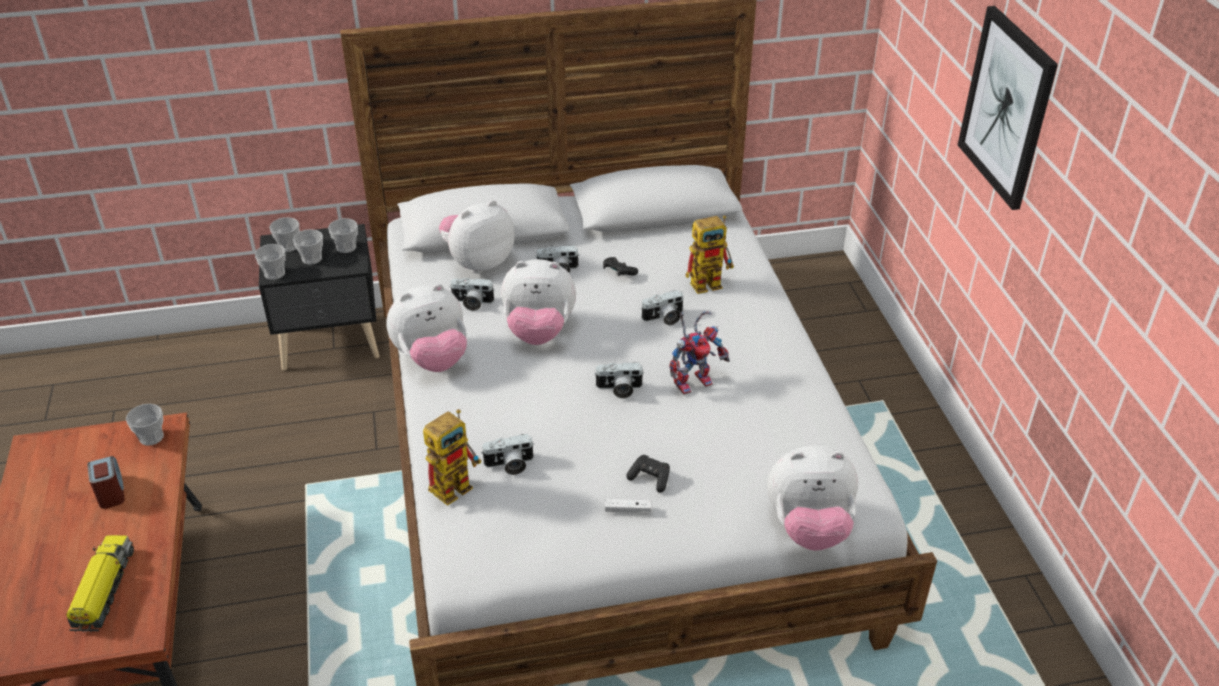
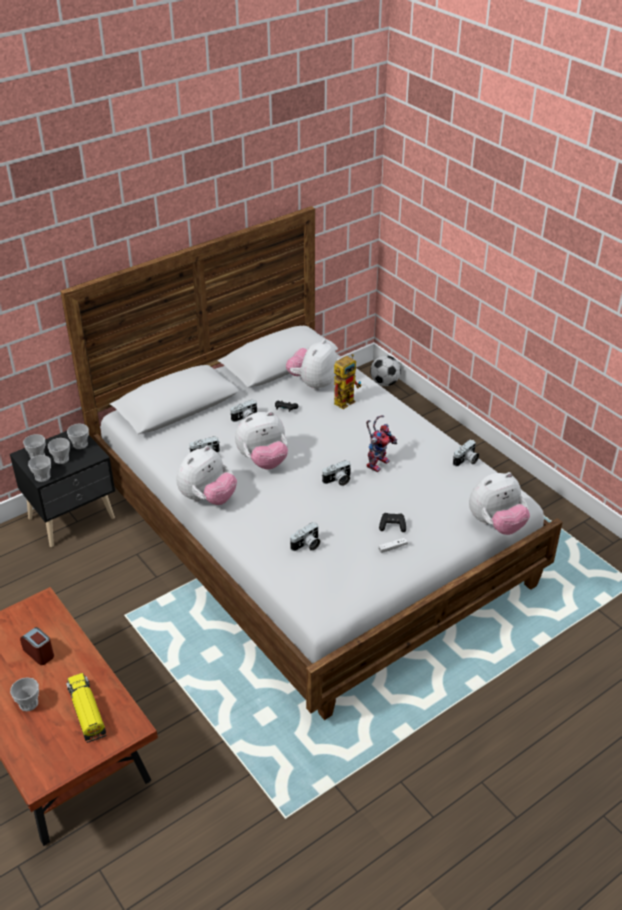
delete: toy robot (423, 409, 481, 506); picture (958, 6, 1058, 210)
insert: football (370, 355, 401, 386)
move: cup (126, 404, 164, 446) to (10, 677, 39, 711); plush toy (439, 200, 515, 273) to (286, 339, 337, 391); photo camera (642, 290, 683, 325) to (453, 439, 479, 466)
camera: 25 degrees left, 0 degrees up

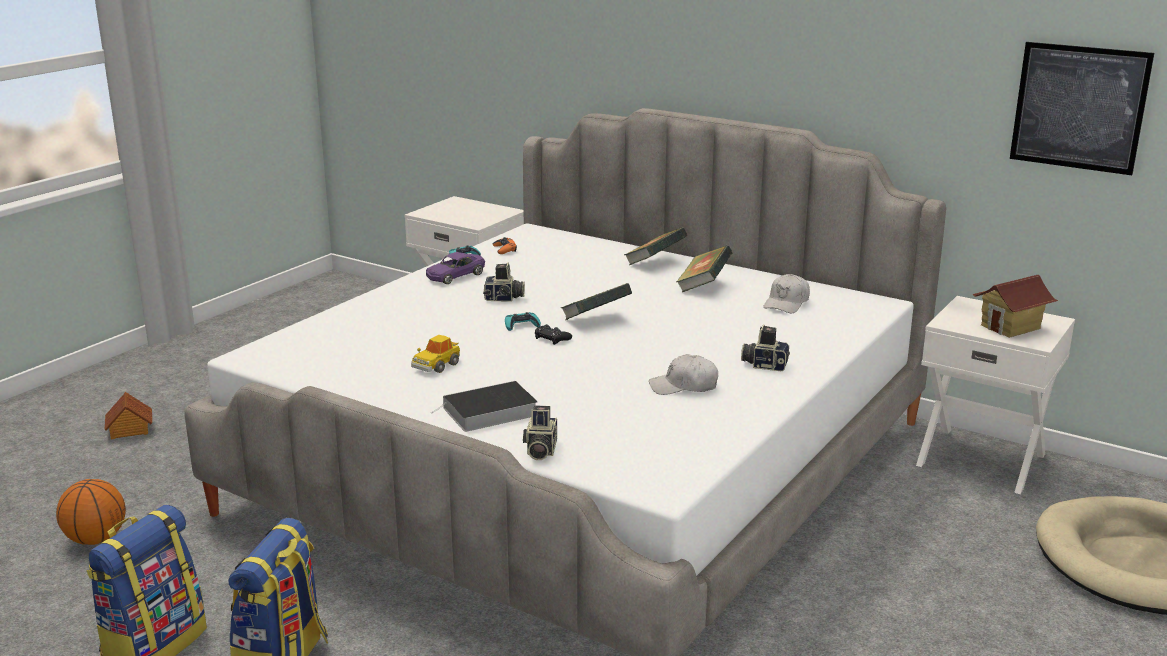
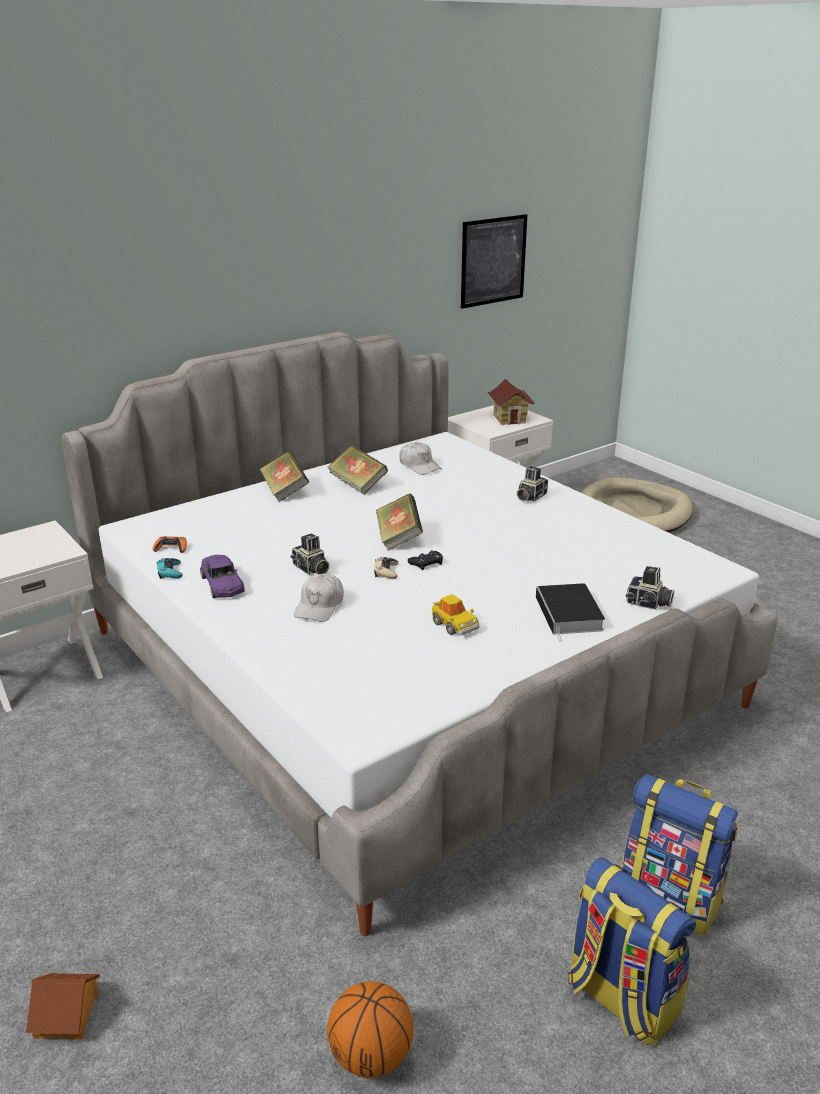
move: white cap (649, 354, 718, 395) to (294, 574, 344, 622)
recolor: turquoise game controller (505, 312, 541, 331) to beige game controller (374, 557, 398, 579)
rotate: photo camera (483, 262, 525, 301) = (291, 534, 330, 575) 120 degrees clockwise
camera: 70 degrees left, 5 degrees up

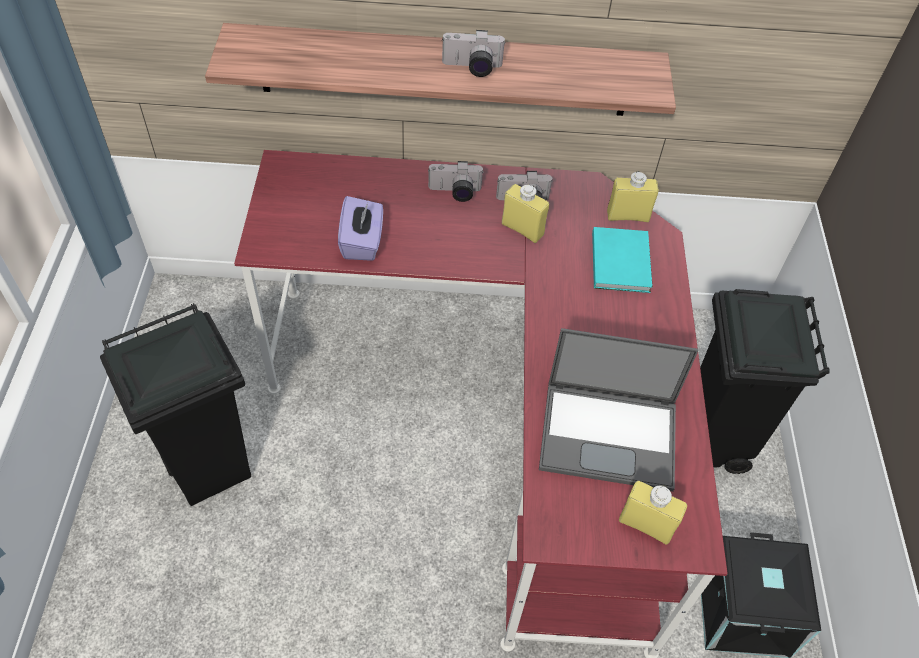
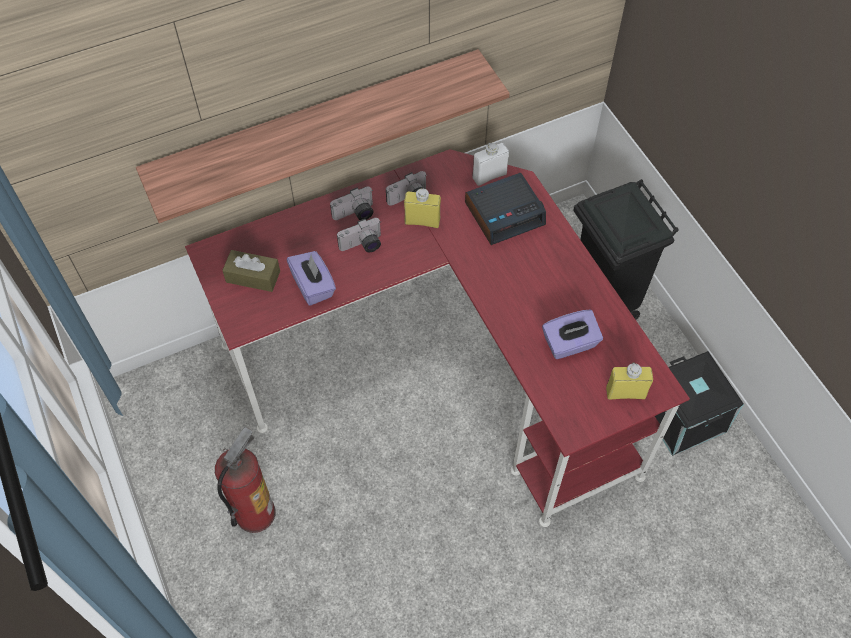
insert: brown tissue box (222, 250, 280, 292)
move: photo camera (442, 30, 506, 77) to (337, 218, 381, 252)
replace: black trash can (100, 303, 251, 506) to fire extinguisher (215, 427, 276, 533); laptop (539, 328, 699, 492) to purple tissue box (542, 310, 603, 359); turquoise book (592, 227, 653, 293) to alarm clock (465, 172, 546, 245)
recolor: yellow bottle (607, 171, 659, 222) to white bottle (472, 143, 509, 186)
camera: 25 degrees left, 5 degrees up

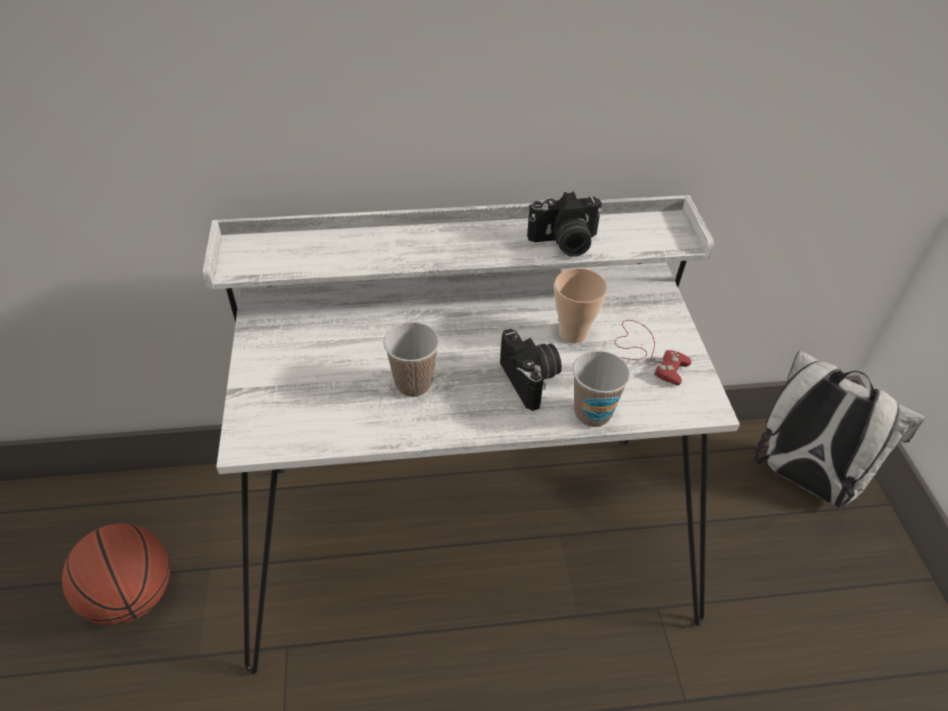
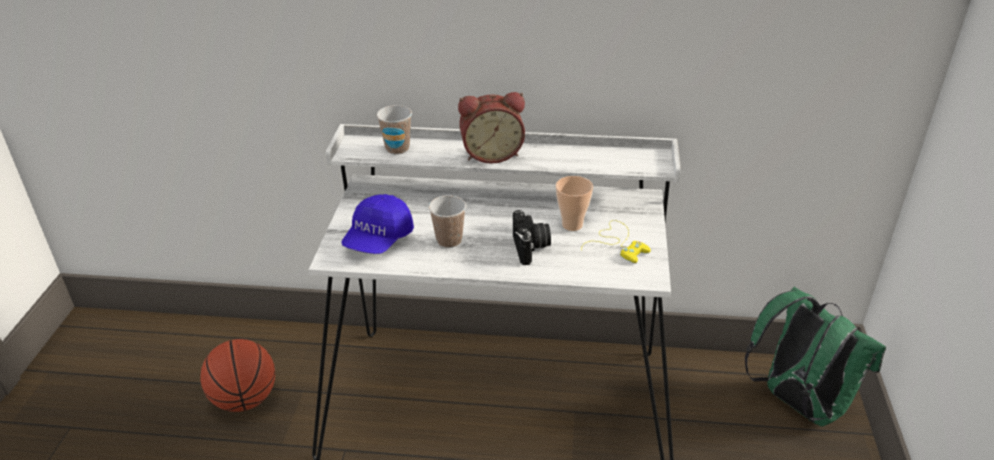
delete: photo camera (527, 191, 602, 257)
insert: blue cap (341, 194, 414, 254); alarm clock (458, 92, 525, 164)
move: cup (573, 351, 630, 427) to (377, 105, 412, 155)
recolor: red game controller (615, 320, 692, 386) to yellow game controller (581, 220, 651, 264); white backpack (754, 350, 926, 508) to green backpack (745, 287, 886, 426)
camera: 15 degrees right, 10 degrees down

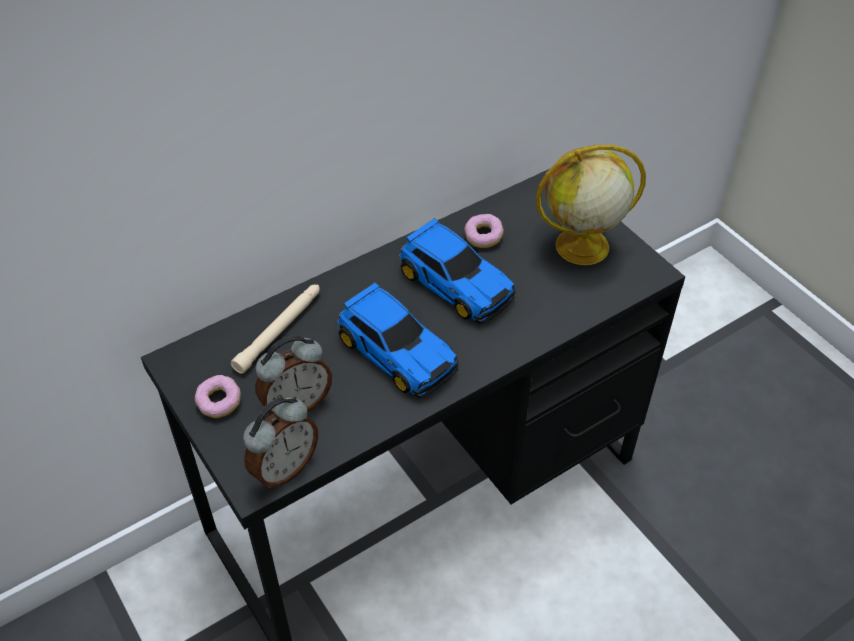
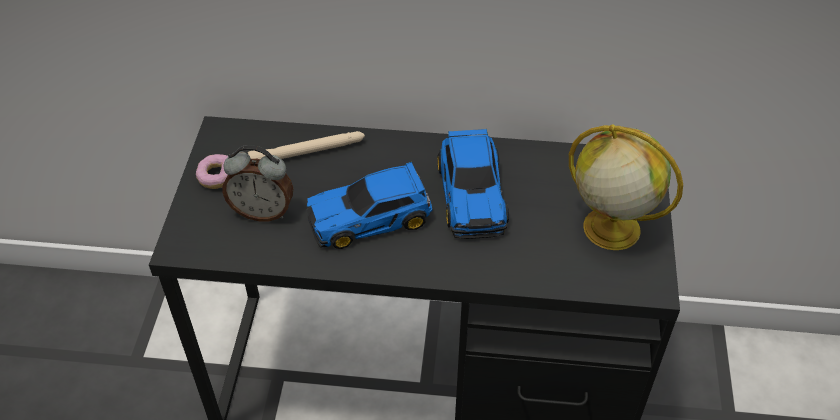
delete: alarm clock (243, 397, 318, 488); donut (464, 214, 504, 248)
rotate: toy car (338, 282, 459, 398) = (307, 162, 433, 249) 75 degrees clockwise
camera: 40 degrees right, 0 degrees up

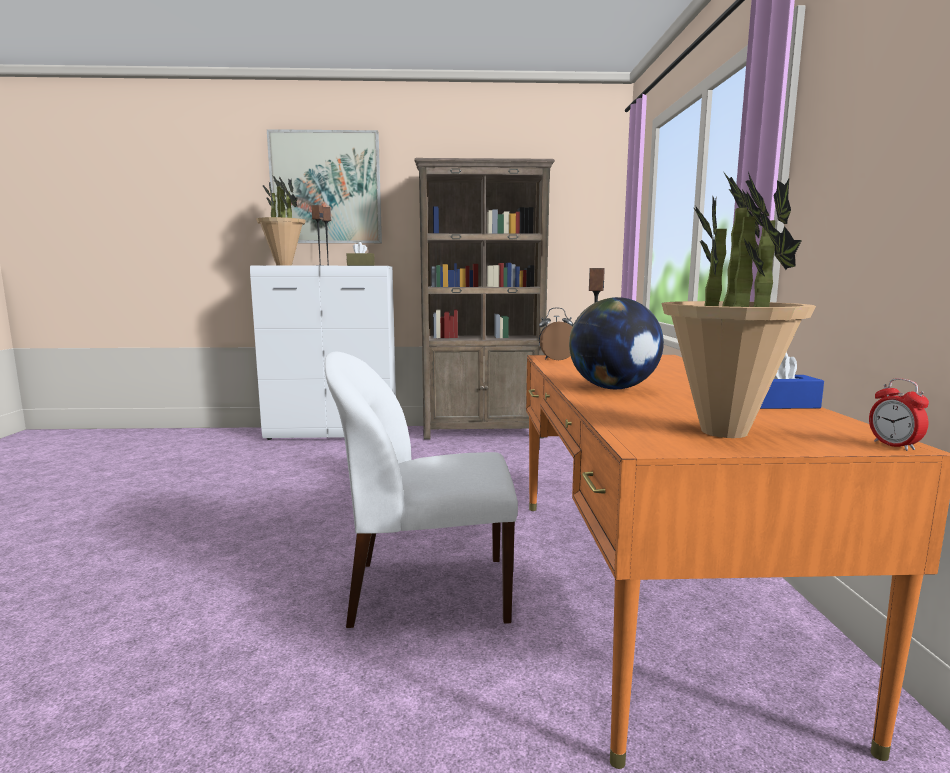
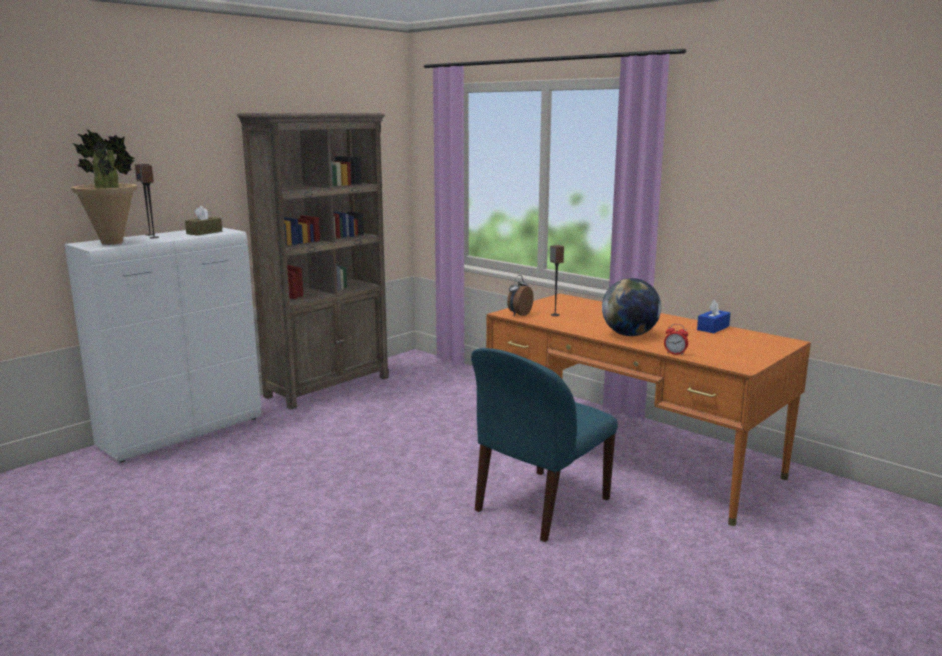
delete: picture (267, 129, 382, 243); potted plant (661, 172, 816, 438)
move: alarm clock (869, 378, 929, 451) to (664, 324, 688, 355)
recolor: white chair (325, 352, 518, 628) to blue chair (471, 348, 618, 542)
camera: 45 degrees left, 5 degrees up

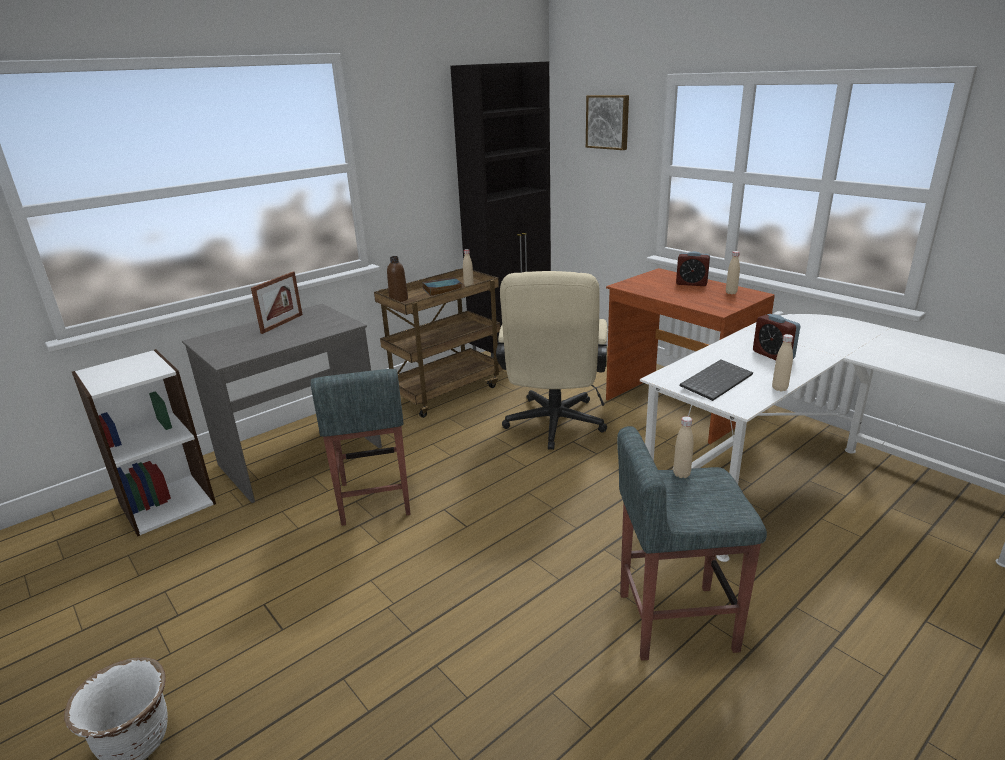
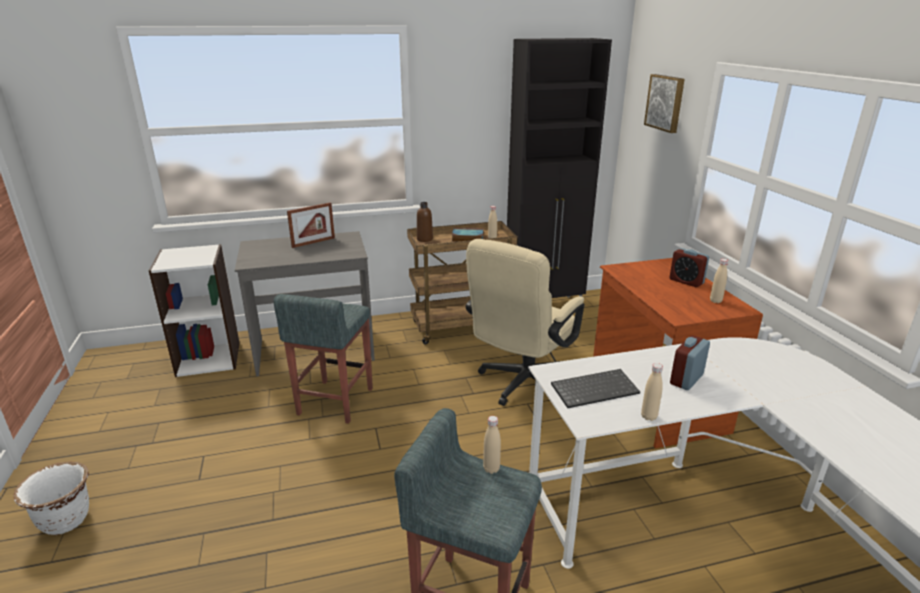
rotate: alarm clock (753, 314, 800, 360) = (670, 335, 710, 390) 45 degrees clockwise
camera: 25 degrees right, 0 degrees up

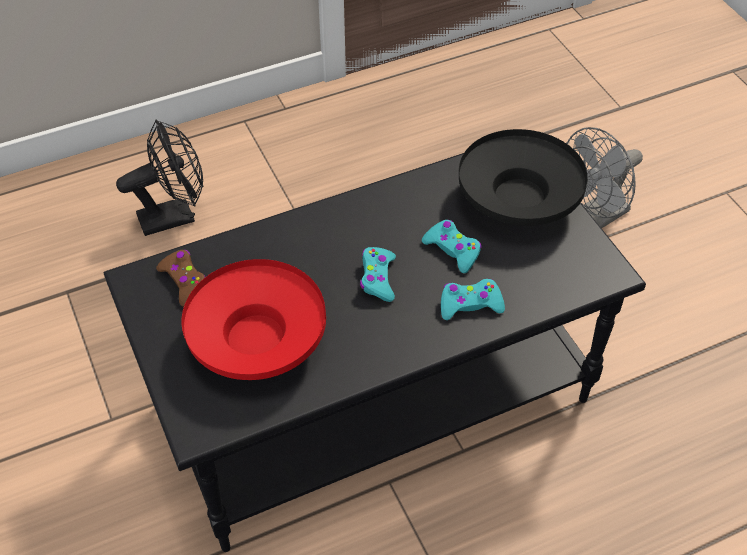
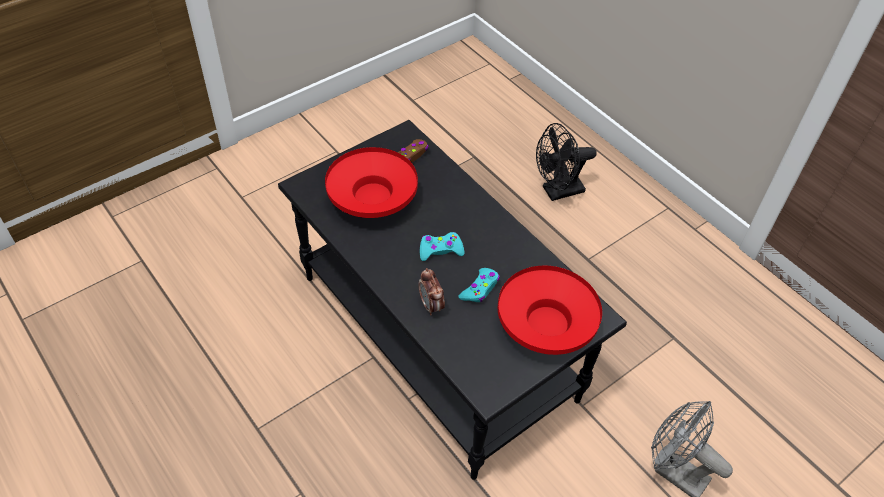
replace: turquoise game controller (441, 279, 505, 320) to alarm clock (418, 268, 445, 315)
recolor: black bowl (459, 129, 588, 226) to red bowl (498, 266, 602, 355)
rotate: black fan (116, 119, 203, 236) = (536, 123, 597, 201) 105 degrees clockwise
camera: 75 degrees right, 0 degrees up

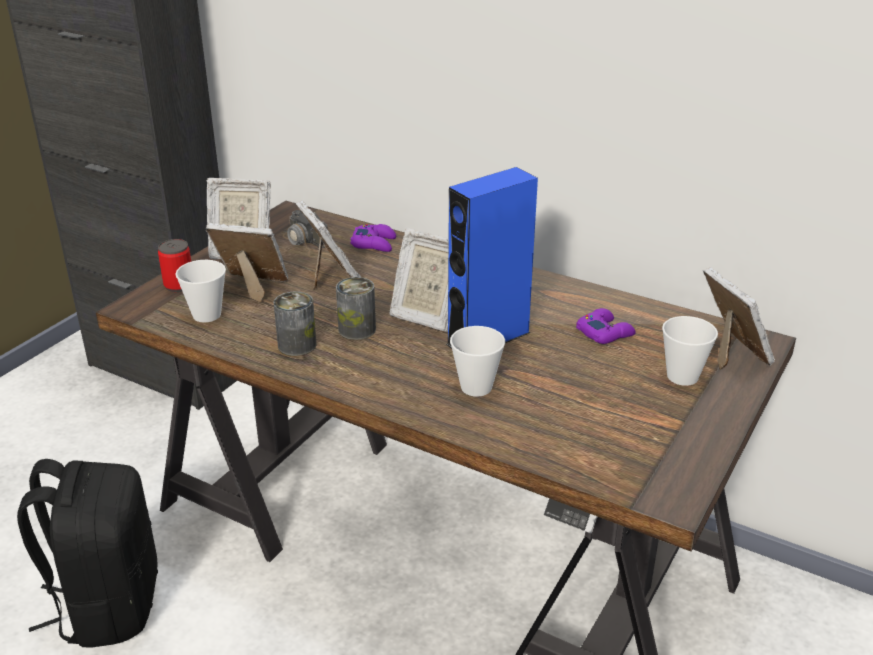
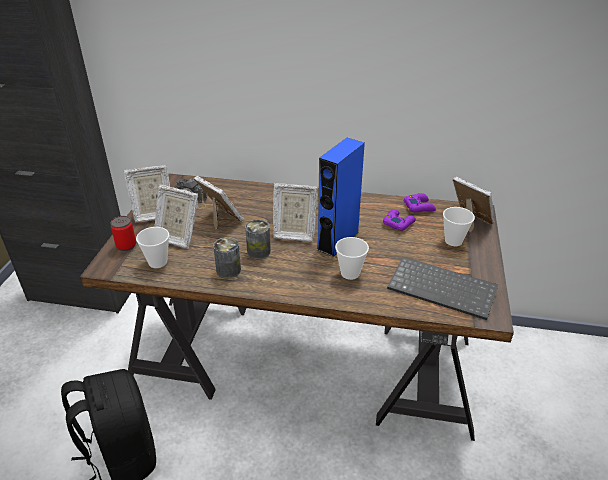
insert: keyboard (387, 257, 498, 320)
move: purple game controller (350, 224, 396, 252) to (404, 193, 436, 212)
rotate: picture frame (206, 223, 288, 303) = (154, 185, 198, 249) 150 degrees counterclockwise
camera: 20 degrees left, 5 degrees up

